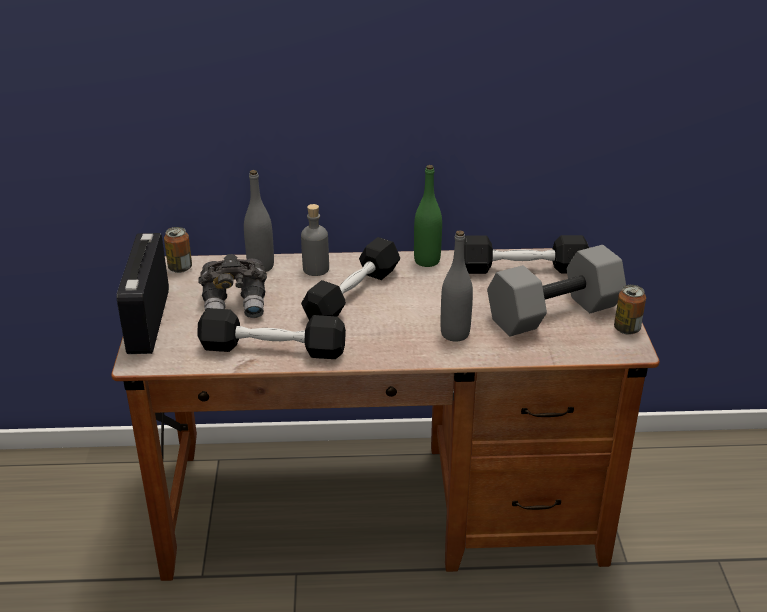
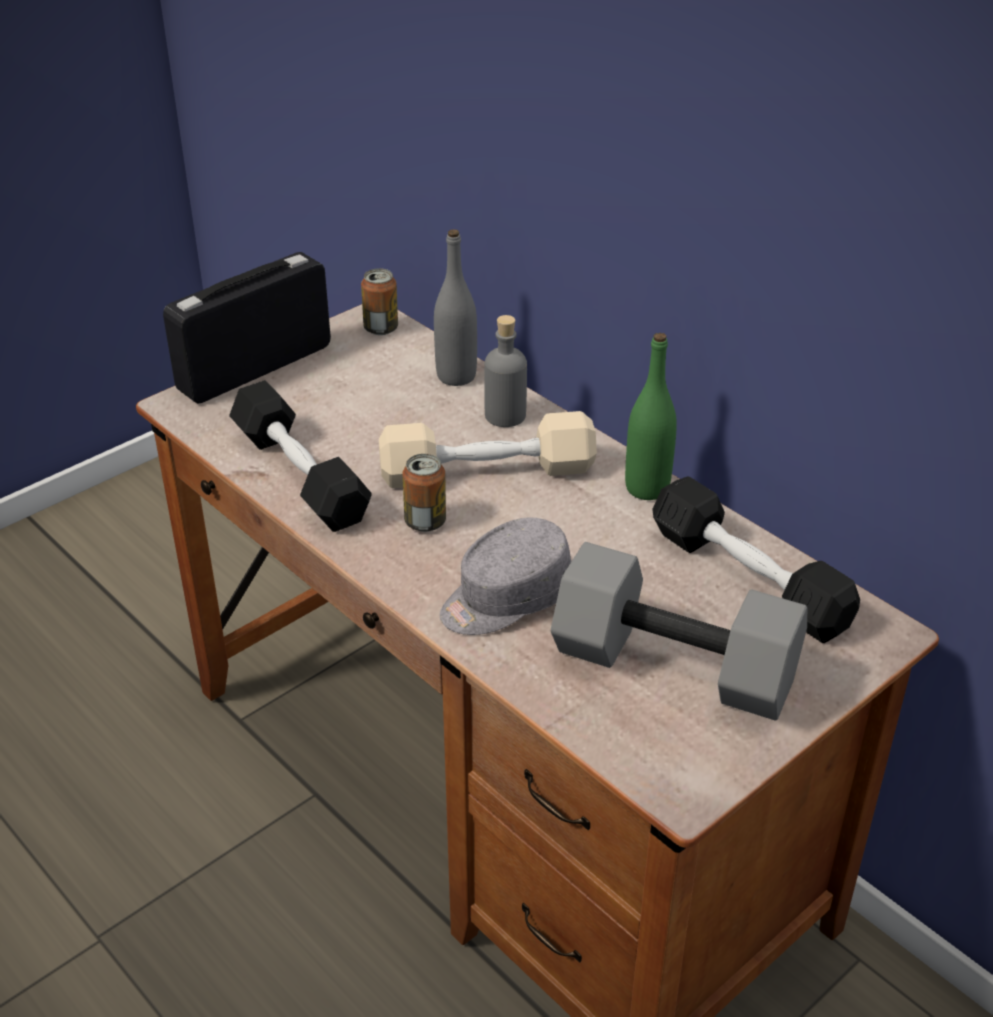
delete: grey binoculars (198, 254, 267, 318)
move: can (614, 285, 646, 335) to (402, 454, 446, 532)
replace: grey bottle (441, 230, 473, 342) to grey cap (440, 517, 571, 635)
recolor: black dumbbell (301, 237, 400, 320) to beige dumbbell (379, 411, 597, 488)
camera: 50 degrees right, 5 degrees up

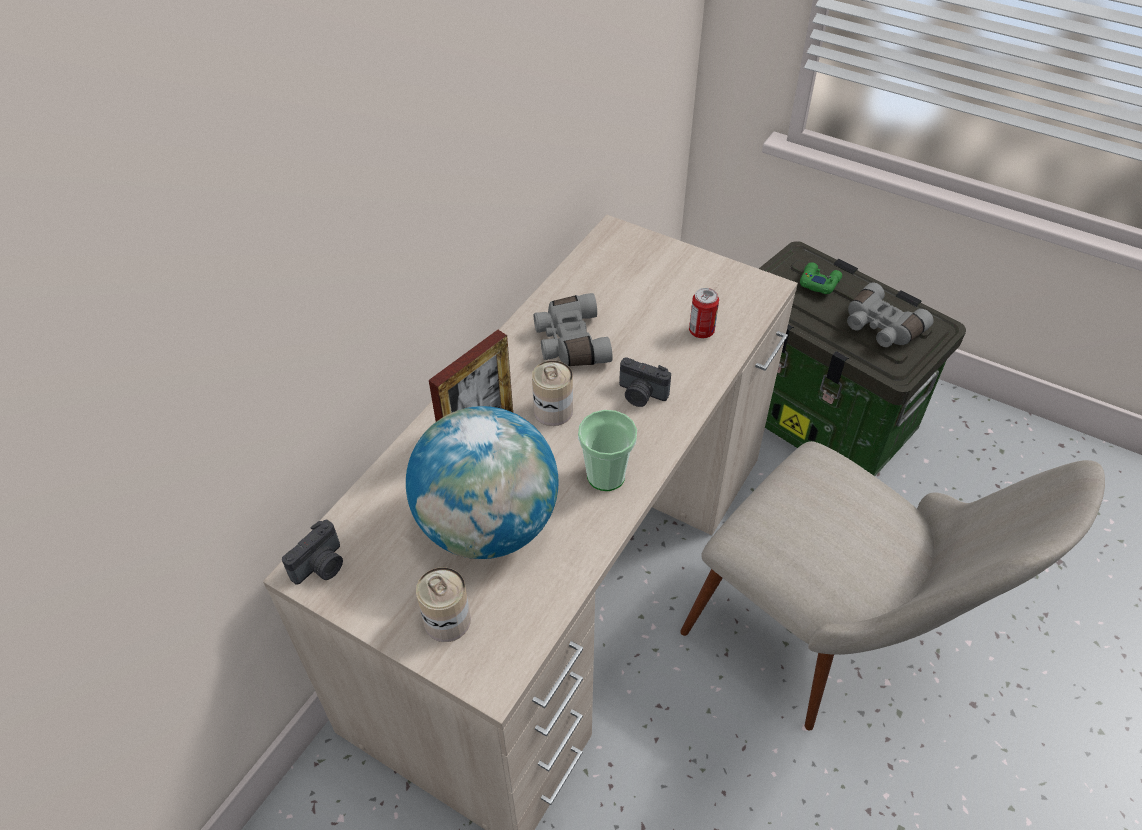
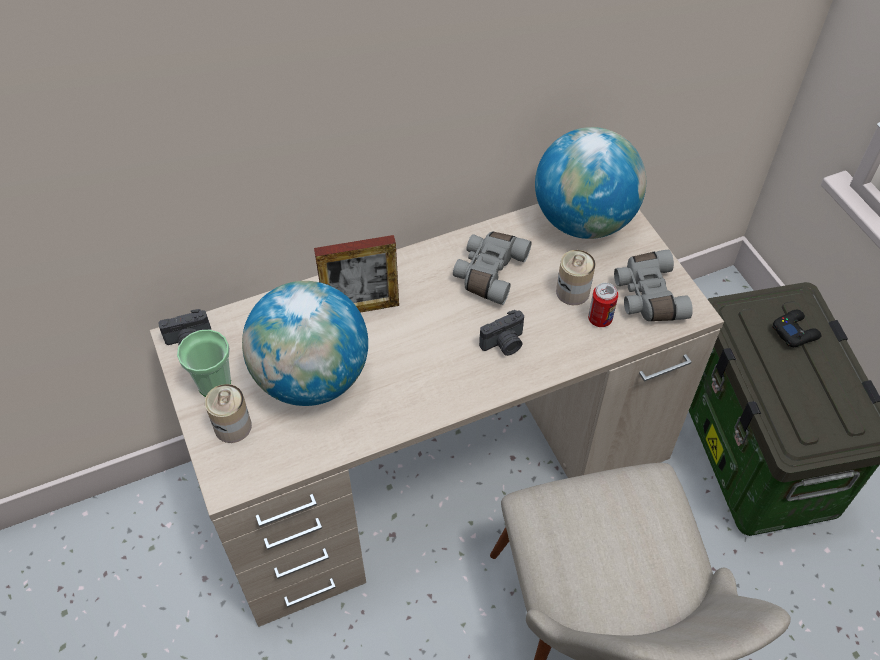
insert: globe (535, 127, 646, 239)
move: can (532, 361, 573, 426) to (556, 250, 596, 305); cup (578, 410, 637, 491) to (177, 330, 231, 397); grey binoculars (847, 282, 934, 347) to (614, 250, 693, 321)
recolor: green game controller (800, 262, 842, 294) to black game controller (772, 310, 822, 347)
rotate: photo camera (619, 357, 671, 407) = (479, 310, 524, 356) 90 degrees counterclockwise
camera: 35 degrees right, 5 degrees up

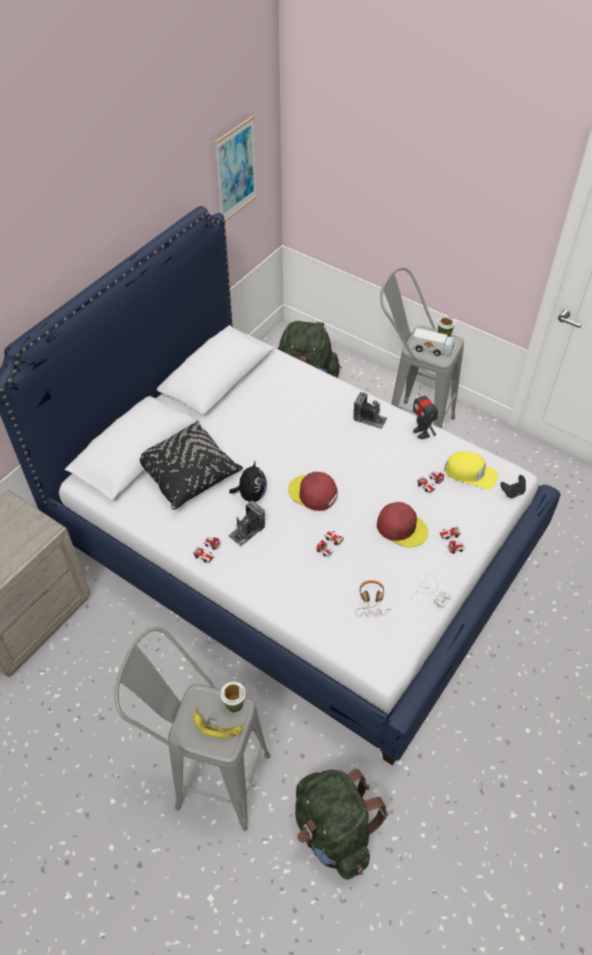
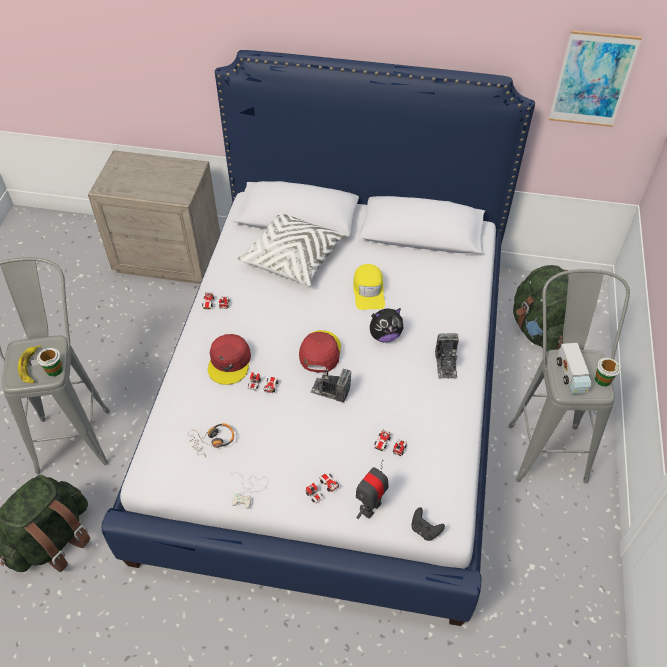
move: photo camera (228, 501, 265, 546) to (311, 369, 351, 402); plush toy (229, 460, 267, 502) to (370, 308, 403, 343); red cap (377, 502, 428, 547) to (208, 334, 251, 385); toy robot (413, 386, 438, 439) to (356, 460, 389, 519); yellow cap (445, 451, 498, 490) to (353, 264, 385, 310)
recolor: black pillow (140, 420, 243, 510) to white pillow (238, 214, 346, 286)
camera: 65 degrees right, 0 degrees up

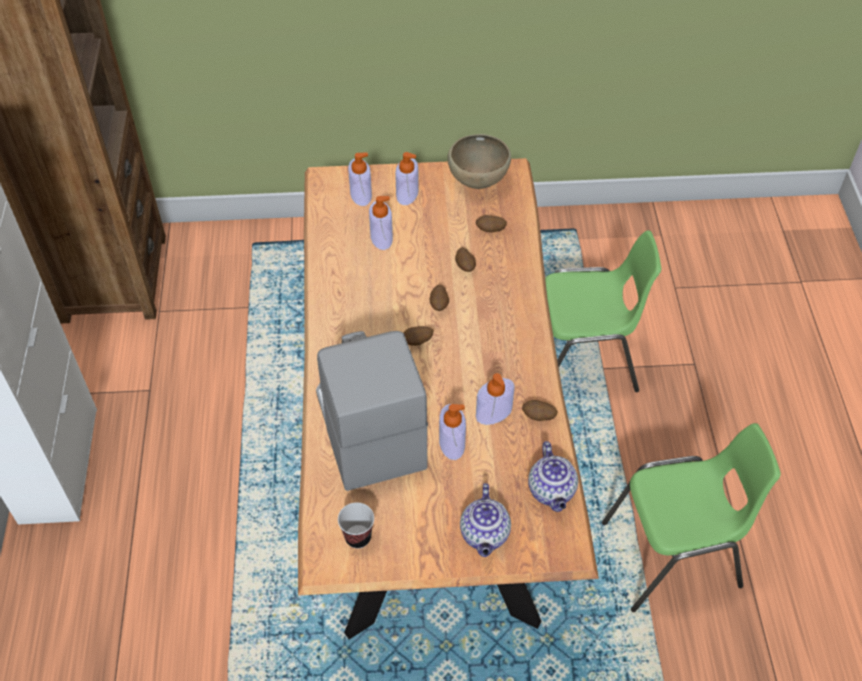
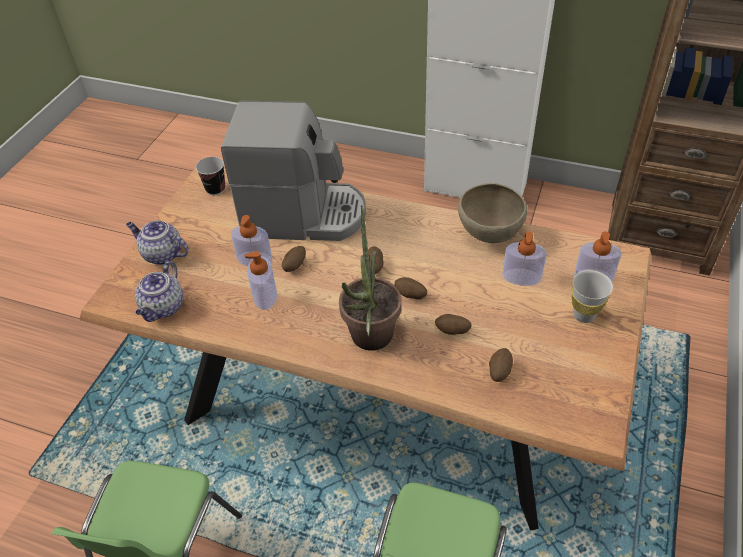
insert: potted plant (339, 205, 402, 351)
move: brown bowl (447, 134, 511, 189) to (458, 183, 527, 243); potato (522, 400, 558, 421) to (282, 246, 306, 272)
replace: soap dispenser (395, 152, 419, 205) to white cup (572, 270, 613, 323)
rotate: teapot (528, 441, 578, 512) = (135, 261, 183, 322) 90 degrees counterclockwise
camera: 115 degrees right, 5 degrees down

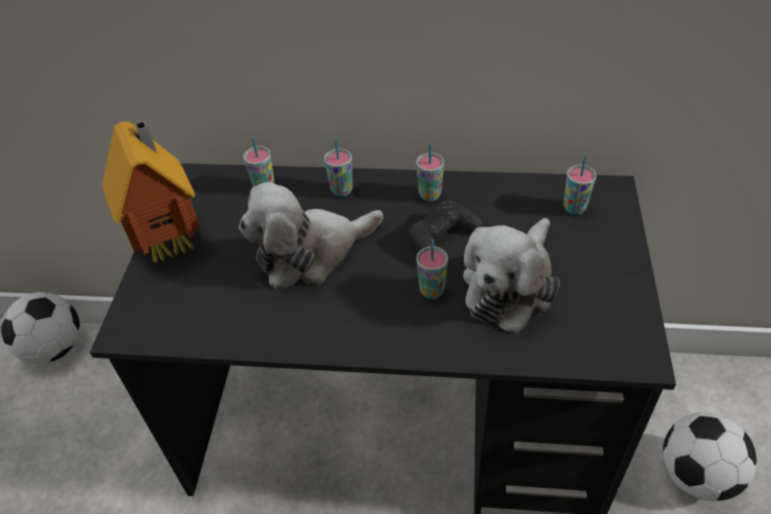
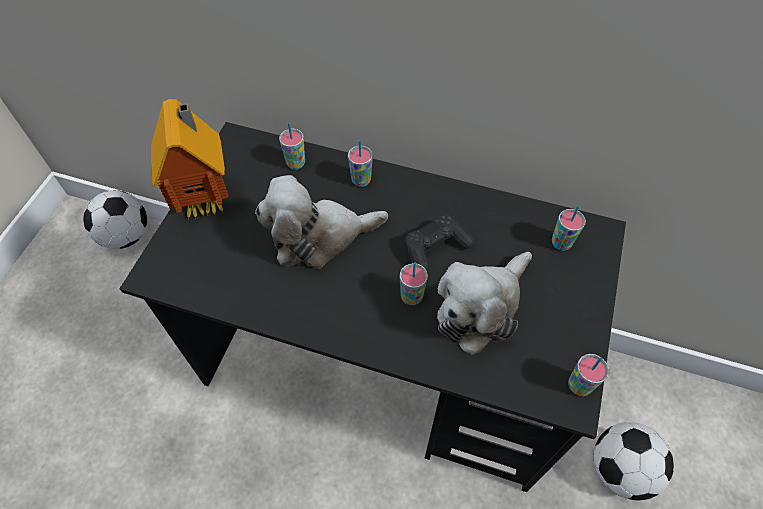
move: cup (416, 143, 444, 202) to (568, 354, 609, 396)
camera: 10 degrees right, 10 degrees up

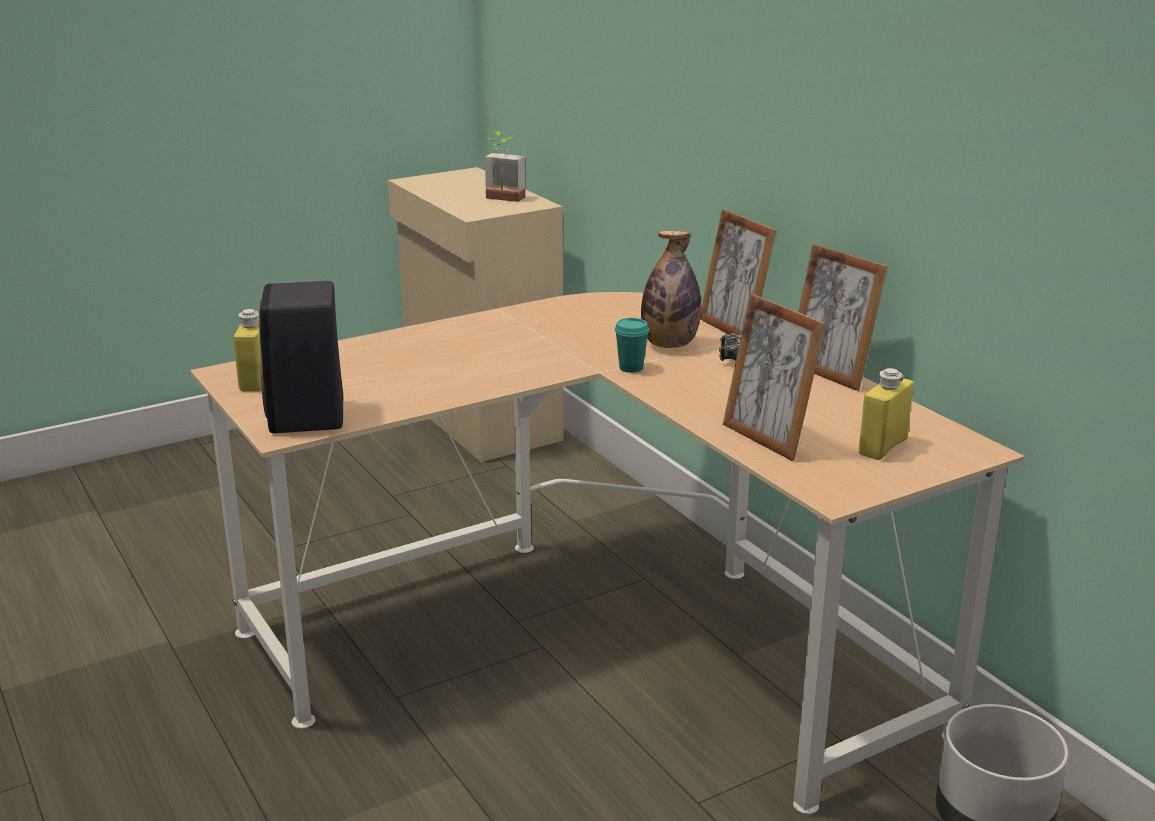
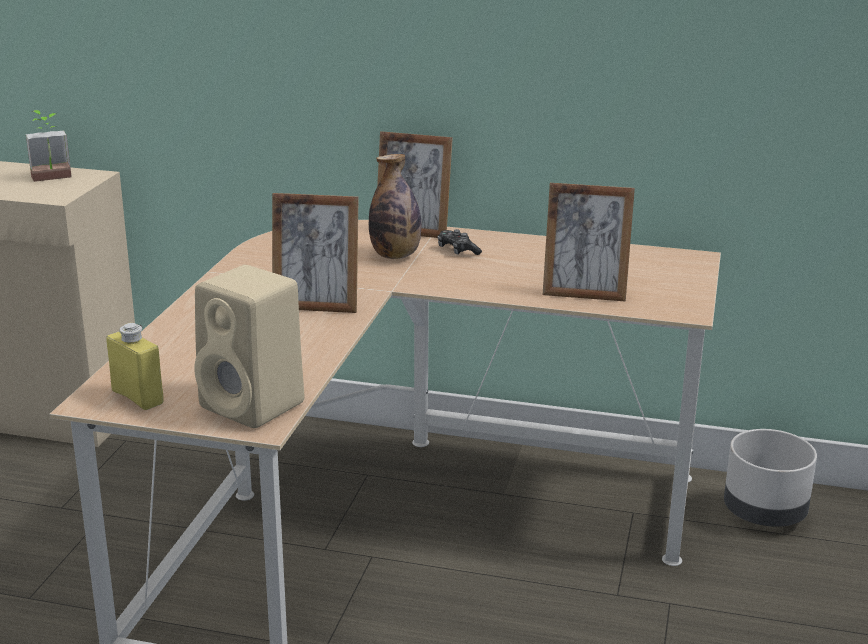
delete: turquoise cup (615, 318, 649, 373); yellow bottle (859, 368, 913, 460)
move: picture frame (798, 244, 888, 391) to (272, 193, 359, 313)
recolor: black speaker (259, 281, 343, 433) to beige speaker (194, 265, 304, 428)
camera: 45 degrees left, 0 degrees up

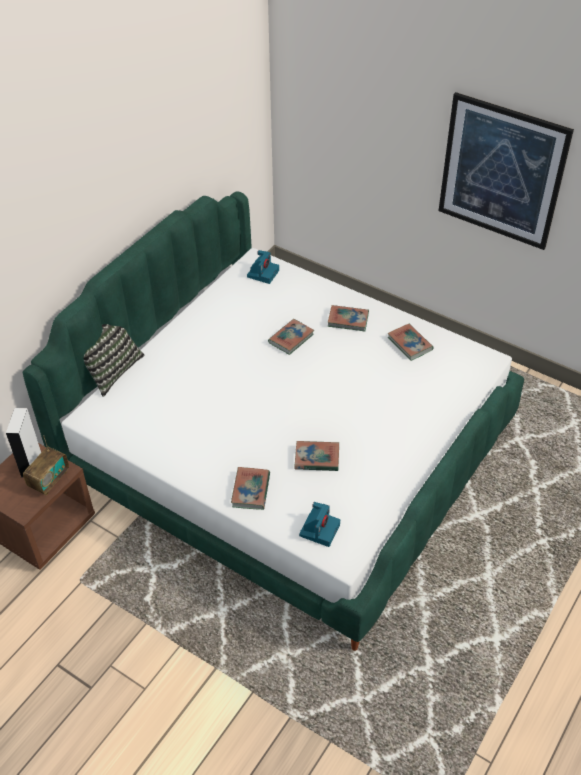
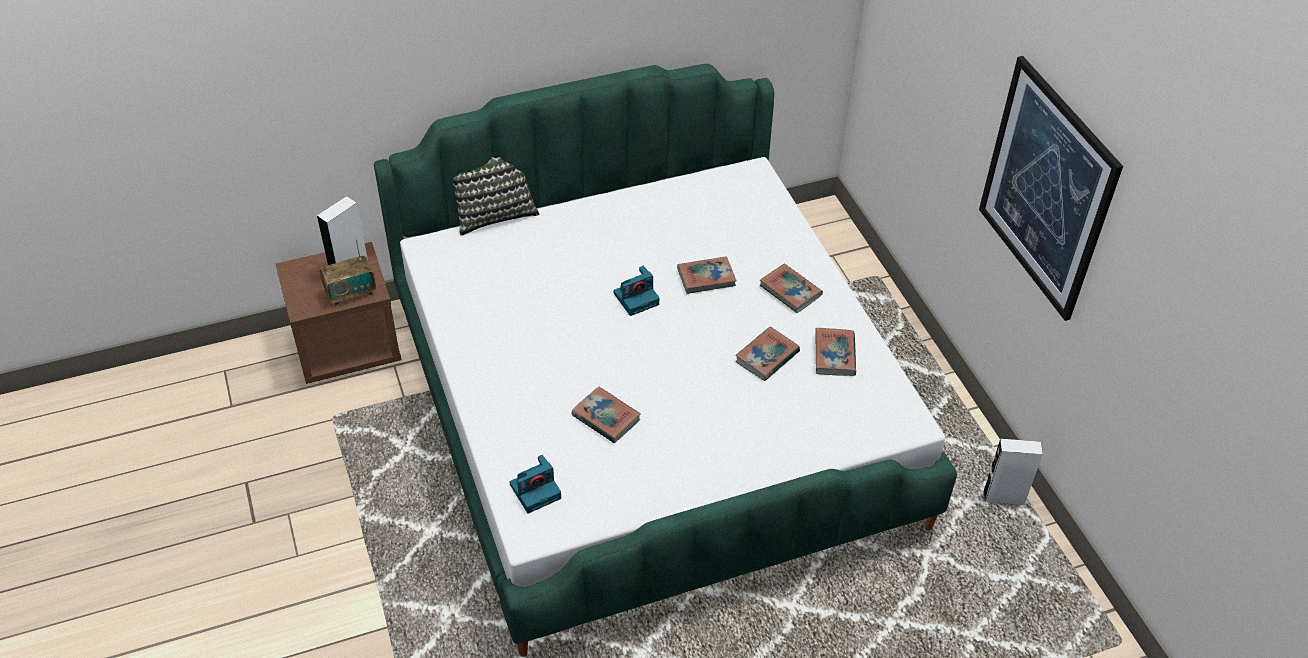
insert: white speaker (984, 439, 1043, 505)
move: book (231, 467, 270, 510) to (735, 327, 800, 381); photo camera (247, 250, 279, 284) to (613, 266, 659, 316)
camera: 35 degrees right, 0 degrees up

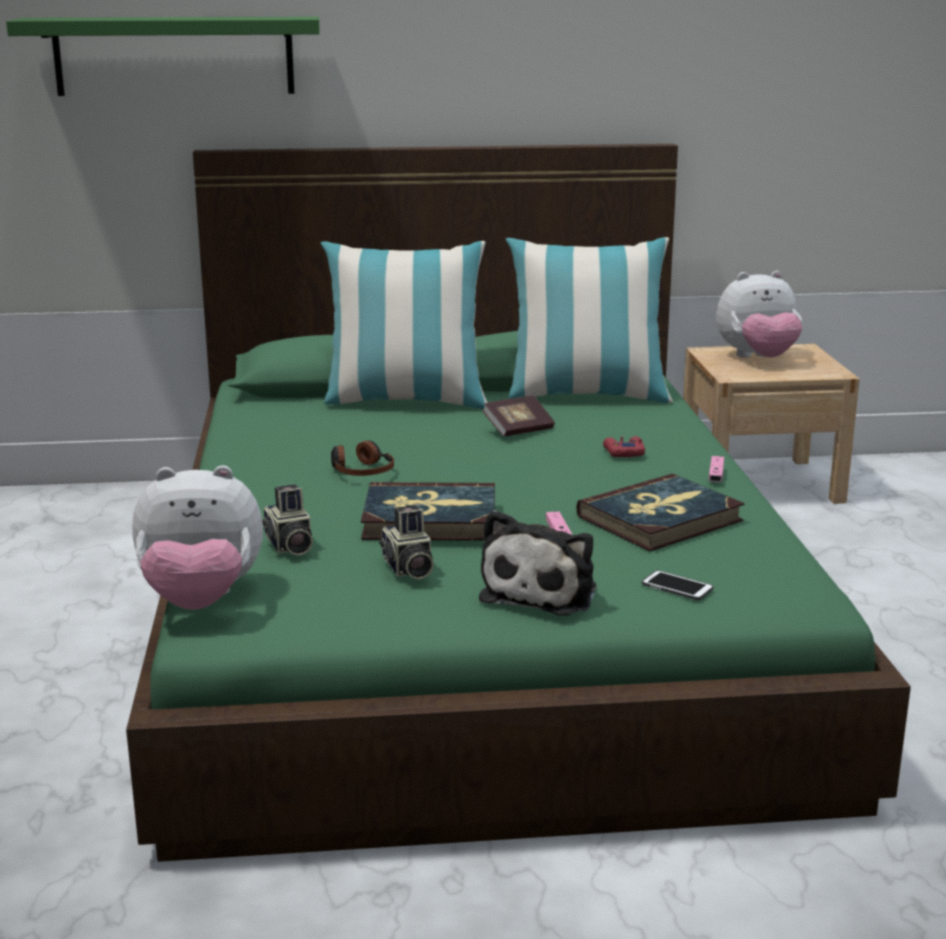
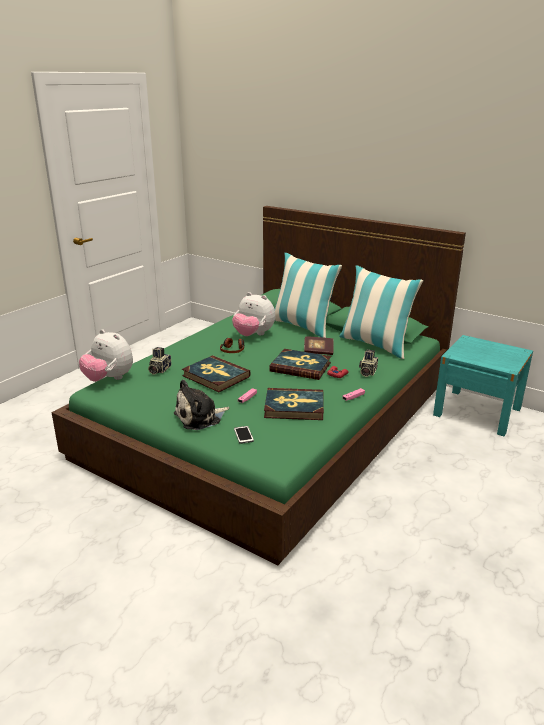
delete: green shelf (6, 17, 320, 96)
insert: book (269, 349, 331, 380)
move: photo camera (379, 505, 434, 580) to (359, 349, 378, 377); plush toy (717, 271, 802, 358) to (232, 292, 275, 336)
recolor: beige nightstand (683, 344, 860, 504) to turquoise nightstand (433, 335, 533, 436)
camera: 40 degrees right, 5 degrees up

